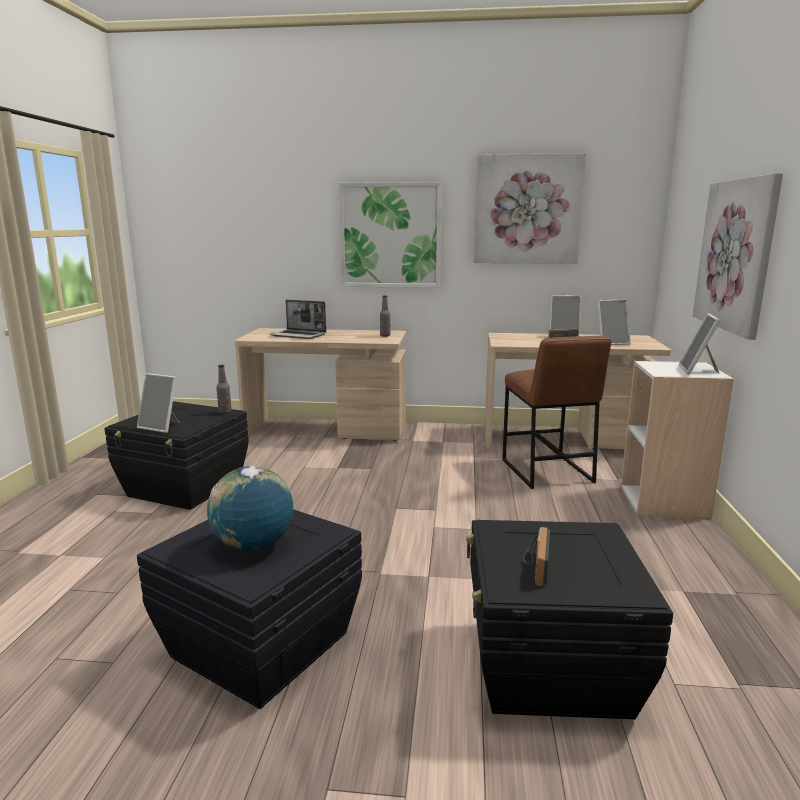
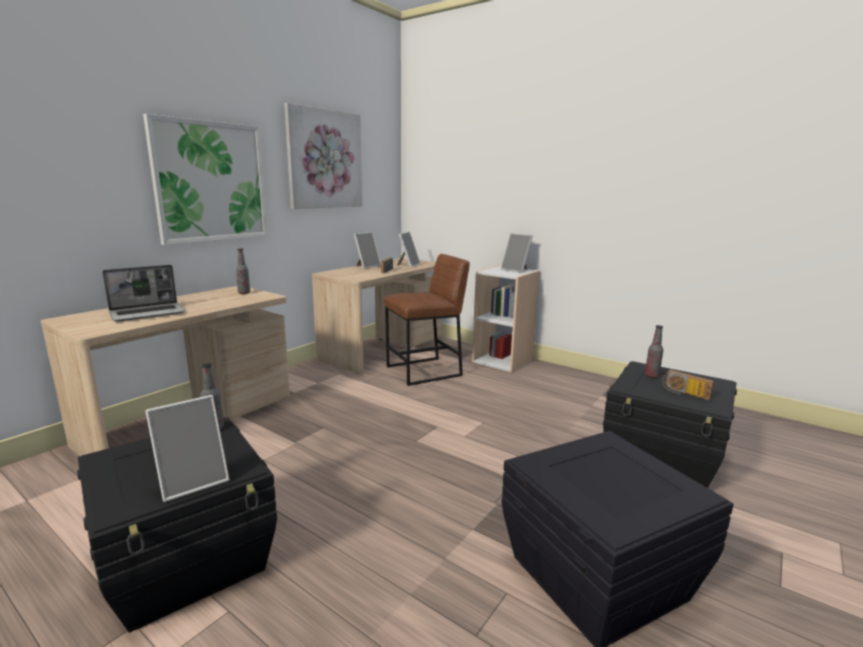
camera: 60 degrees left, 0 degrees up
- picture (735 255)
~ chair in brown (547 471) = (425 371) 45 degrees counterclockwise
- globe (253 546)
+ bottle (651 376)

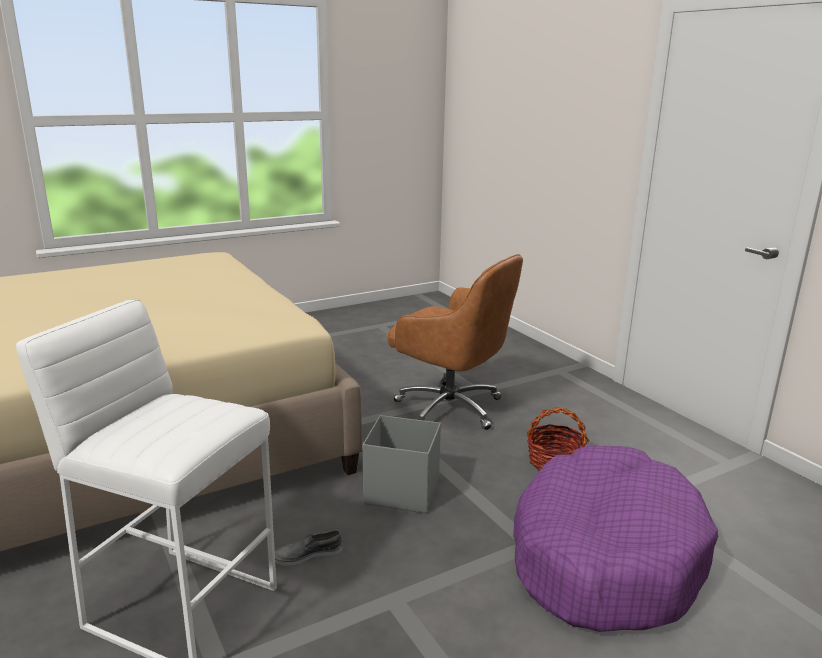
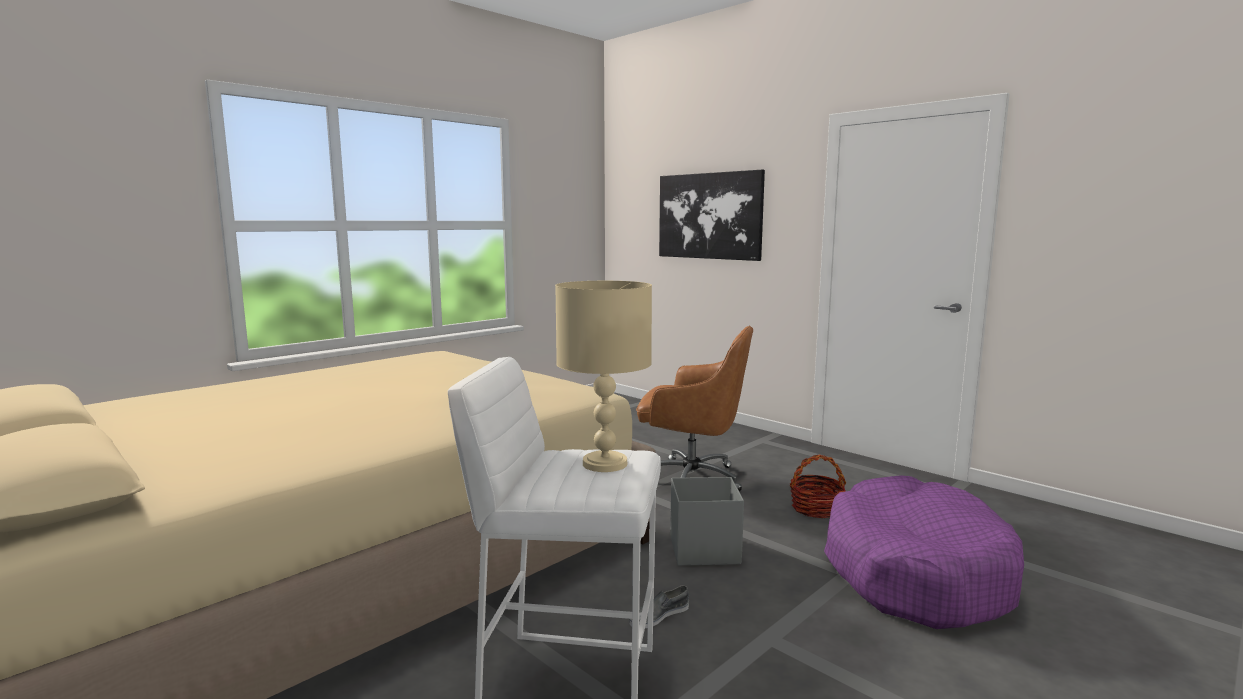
camera: 15 degrees left, 10 degrees down
+ picture (709 216)
+ table lamp in beige (604 464)

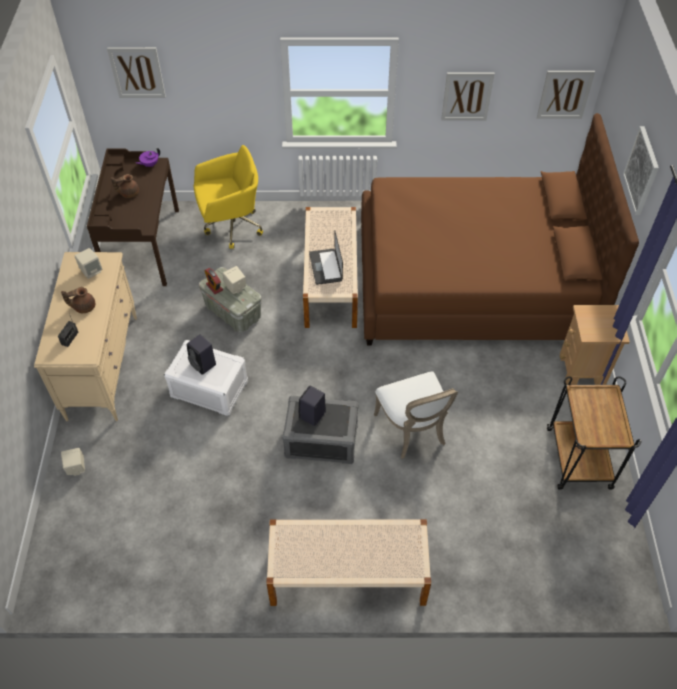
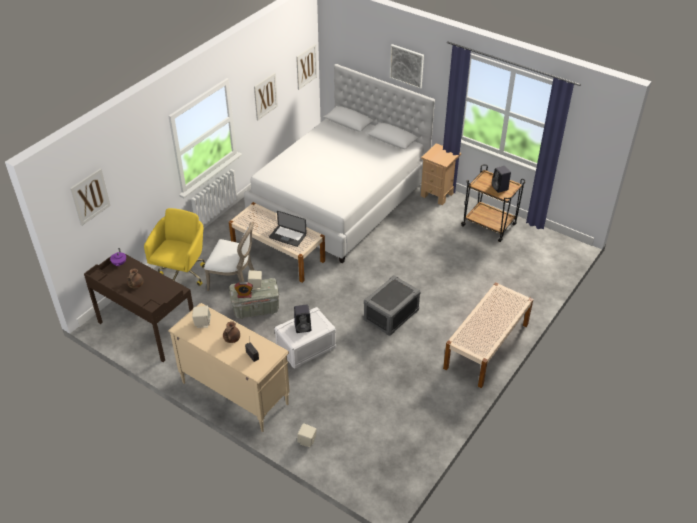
camera: 55 degrees left, 10 degrees down
~ bed in brown (473 281) to bed in white (340 199)
~ chair in white (413 430) to (234 280)
~ speaker in black (312 415) to (500 188)

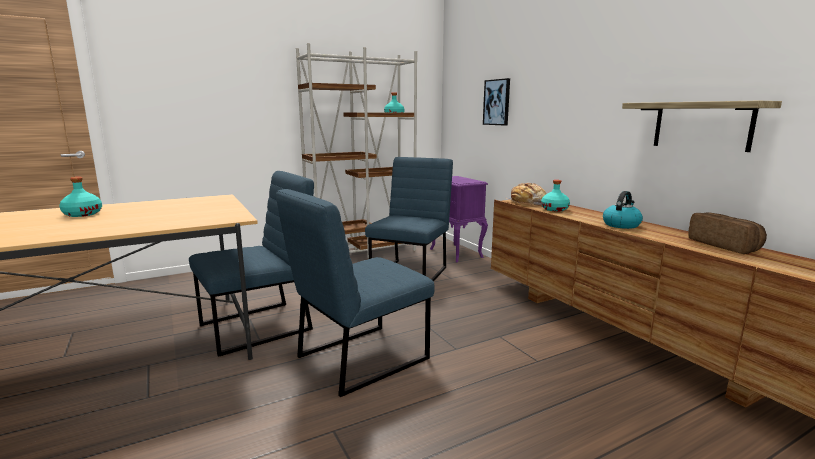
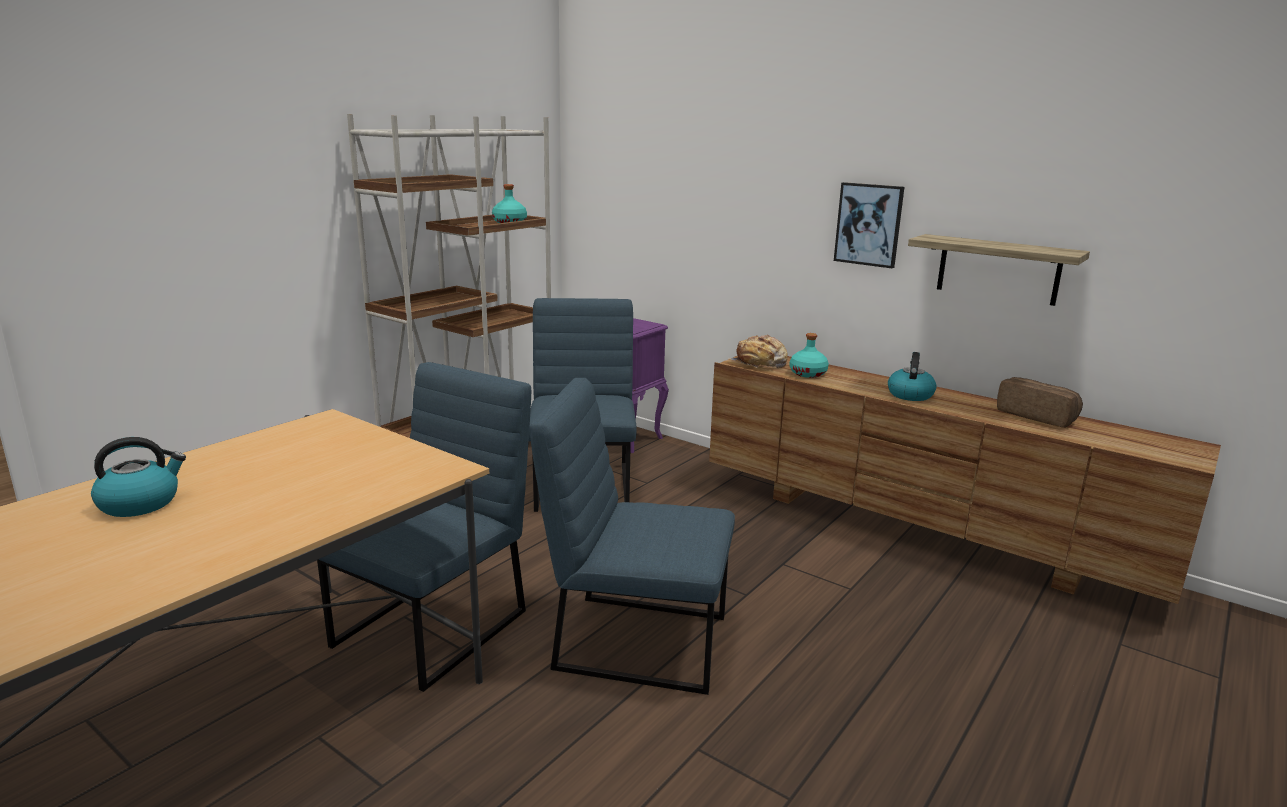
camera: 25 degrees left, 5 degrees up
~ picture (497 102) to (869 224)
~ bottle in turquoise (82 214) to kettle (140 503)
~ chair in blue (359 358) = (636 640) 75 degrees clockwise

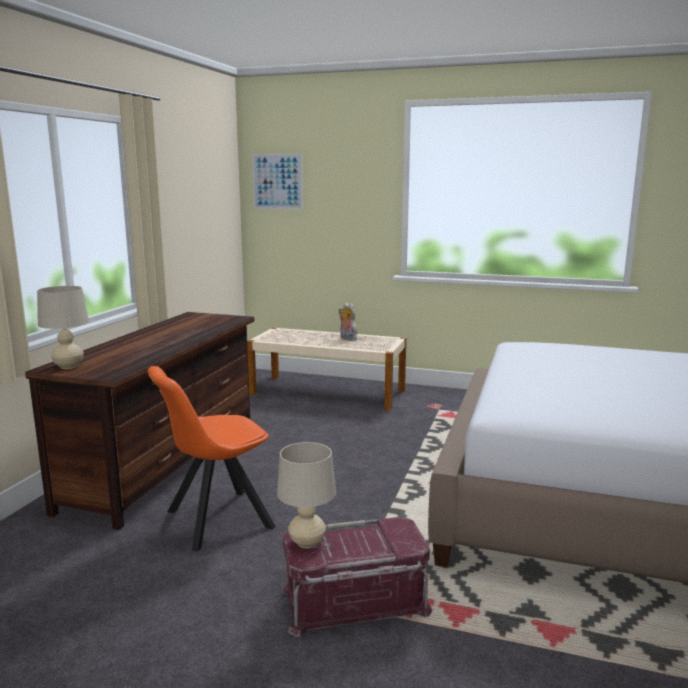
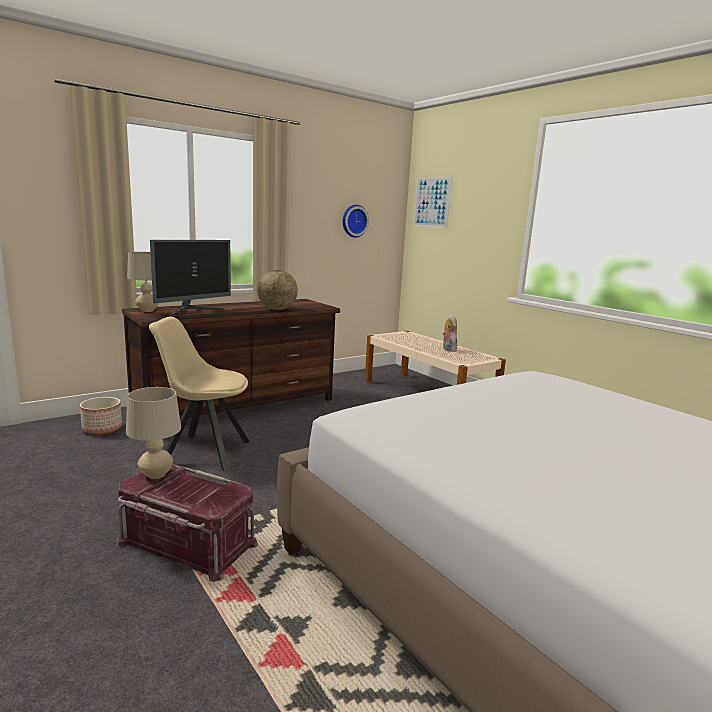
camera: 35 degrees right, 0 degrees up
~ chair in orange (216 520) to chair in beige (204 452)
+ wall clock (354 221)
+ monitor (192 311)
+ globe (277 309)
+ planter (102 428)

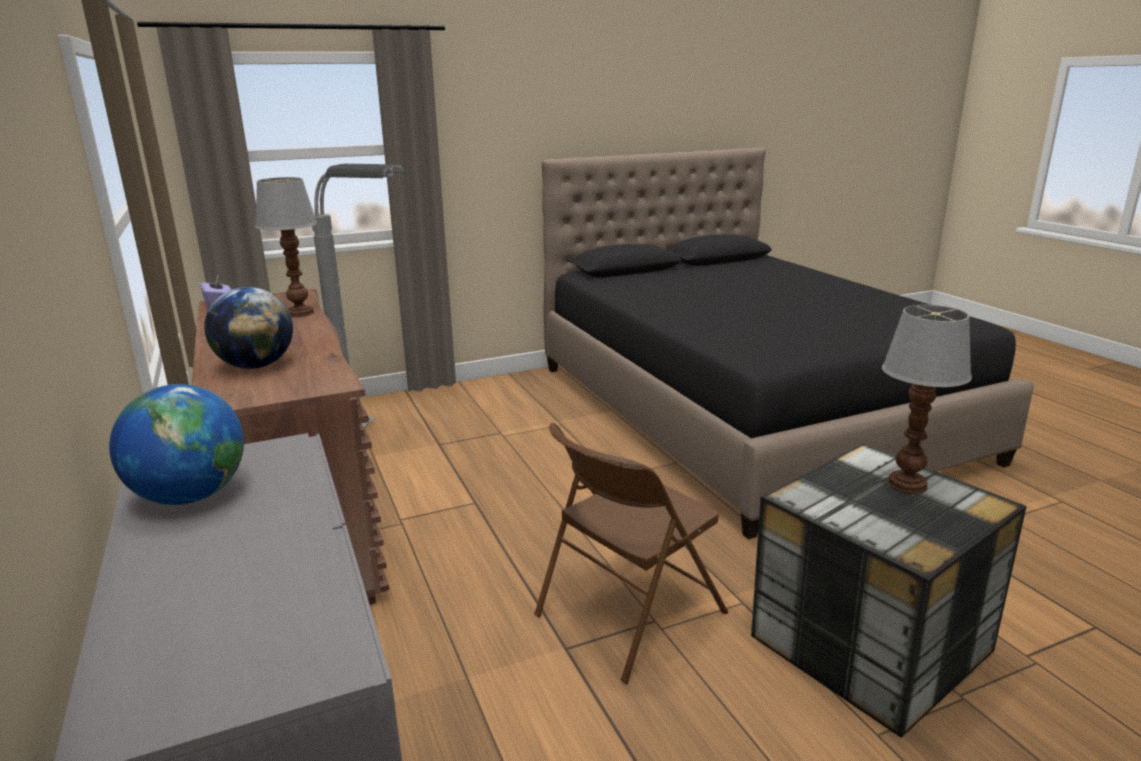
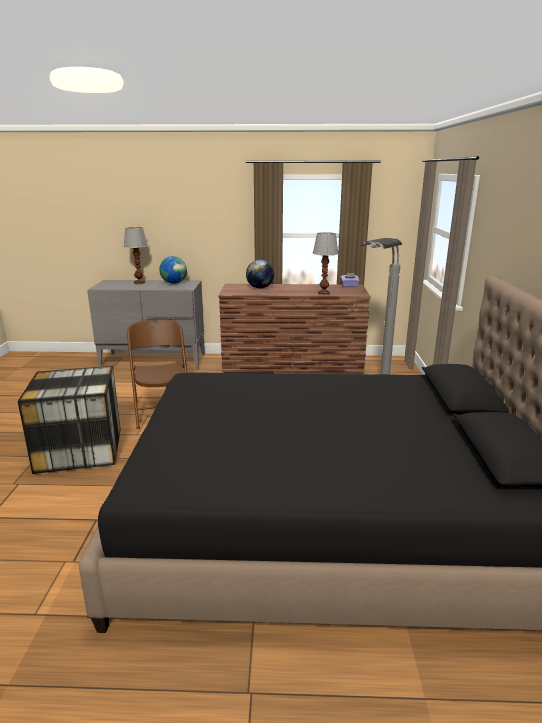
camera: 115 degrees right, 0 degrees up
~ table lamp (907 485) to (139 282)

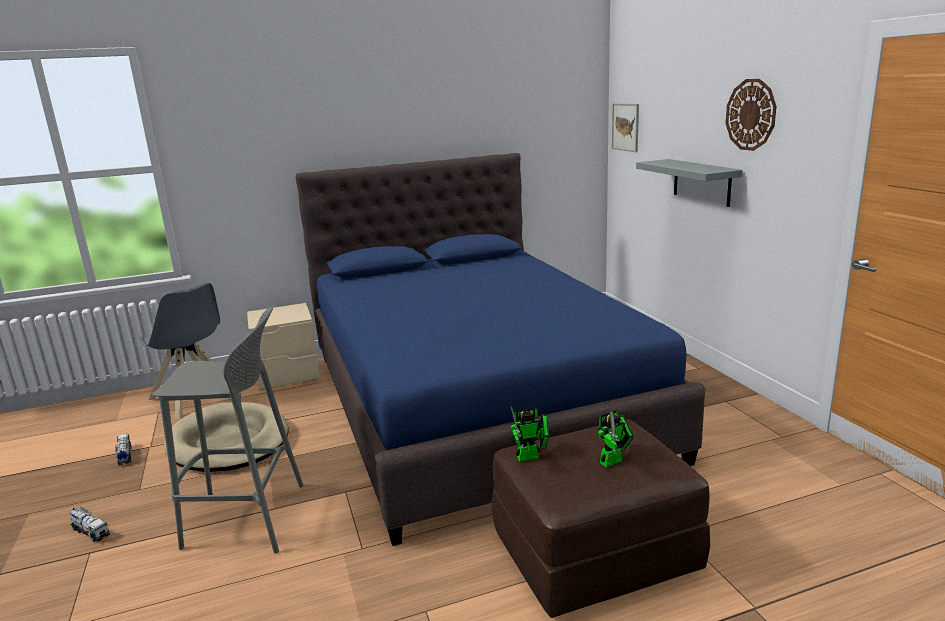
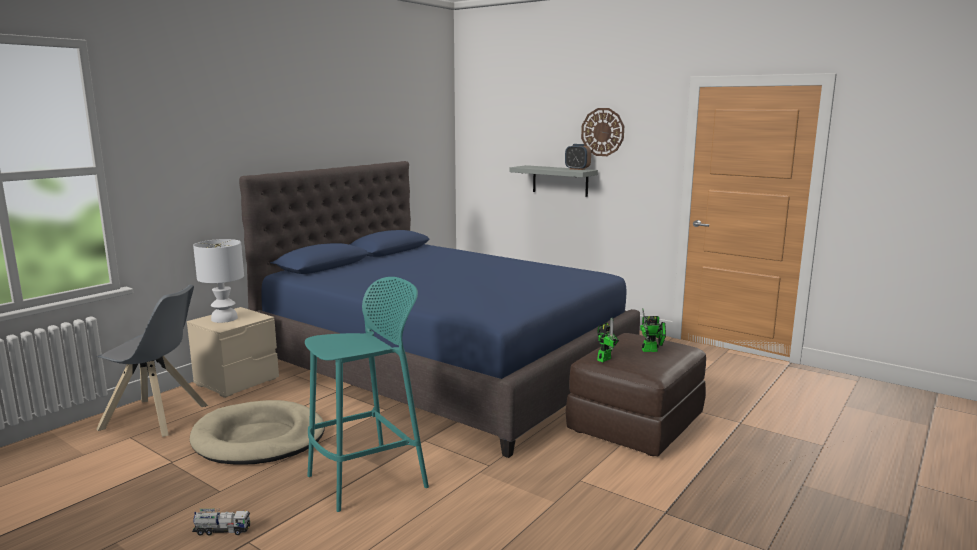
camera: 35 degrees left, 5 degrees down
- picture (625 127)
~ stool in grey (247 519) to stool in turquoise (368 478)
~ toy robot (614 460) = (652 350) 60 degrees clockwise
- toy truck (125 456)
+ alarm clock (577 169)
+ table lamp in white (225 318)

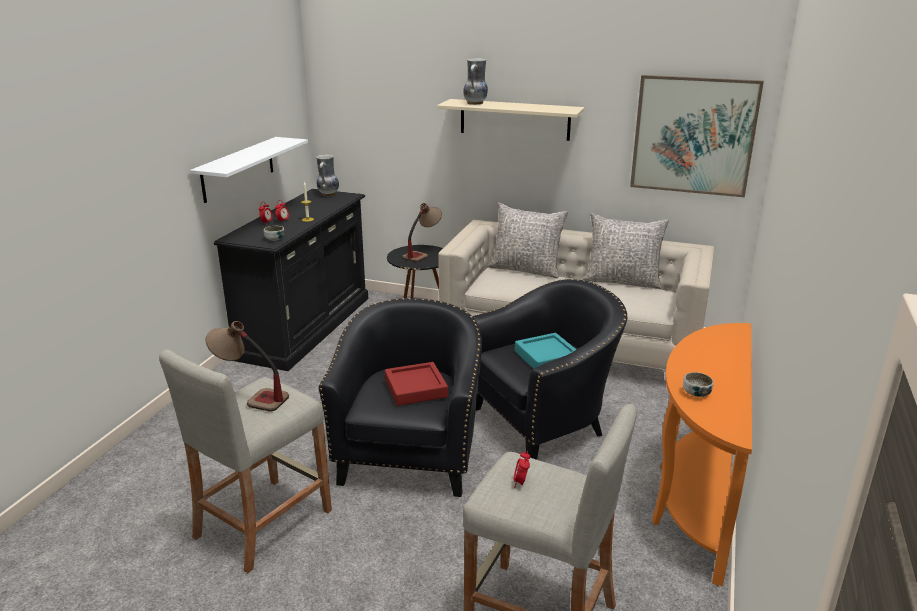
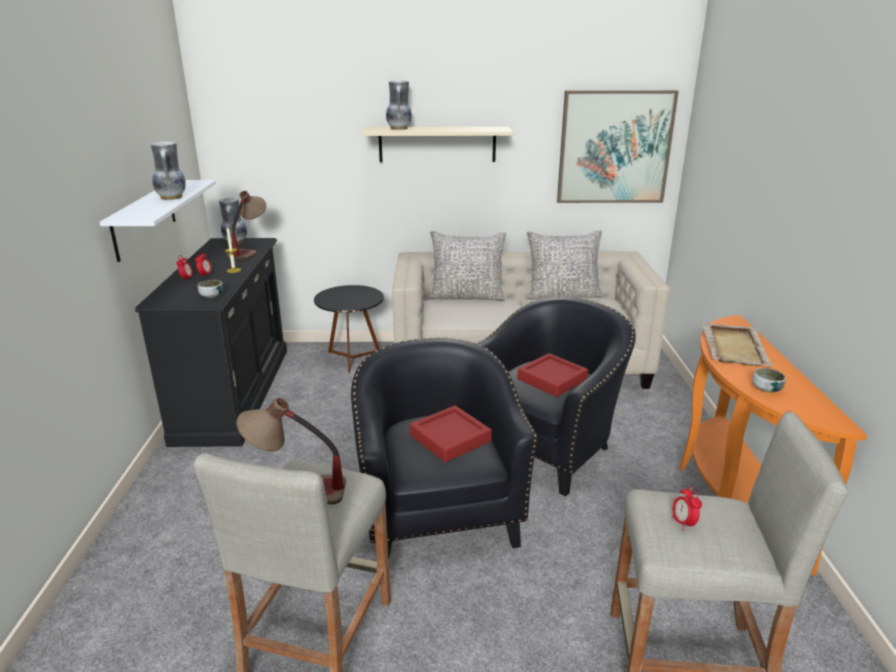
camera: 20 degrees left, 0 degrees up
~ table lamp (422 254) to (249 251)
~ tray in turquoise (546 357) to tray in red (552 379)
+ vase (172 198)
+ tray in beige (734 346)

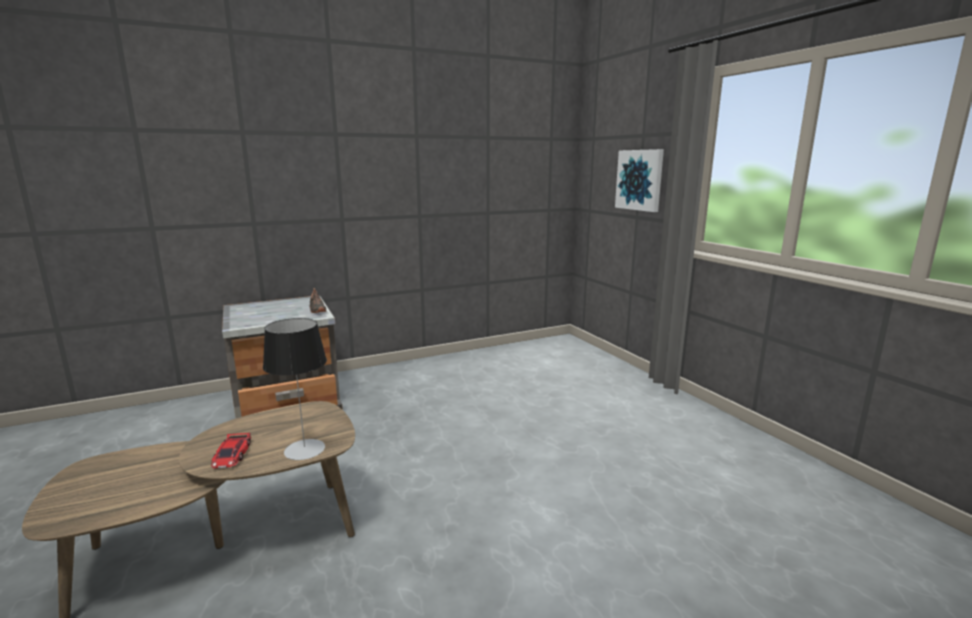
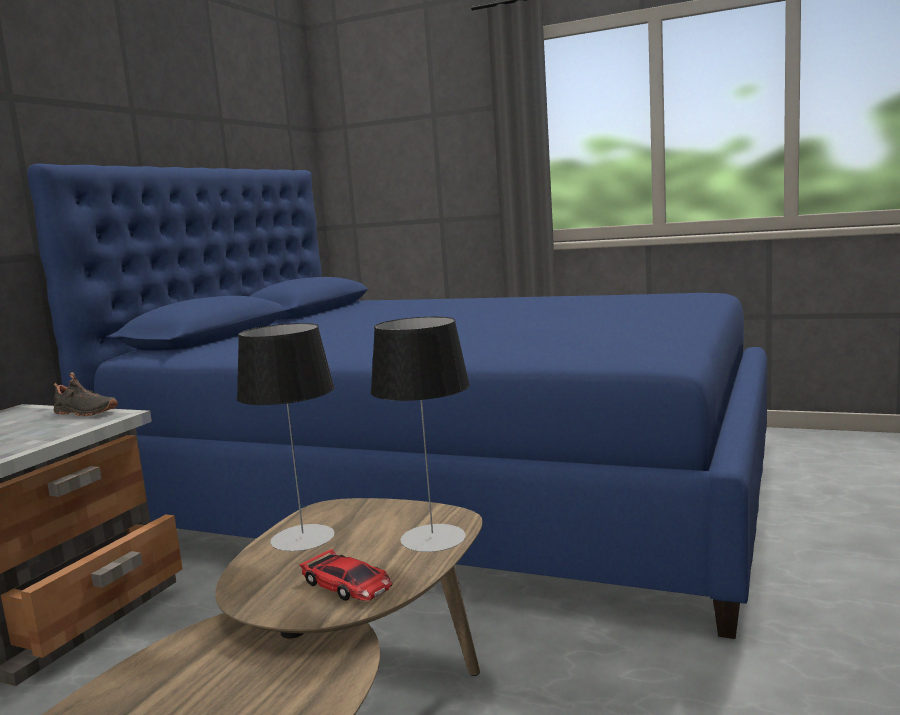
camera: 40 degrees left, 5 degrees down
- picture (639 180)
+ bed in blue (452 491)
+ table lamp (303 538)

